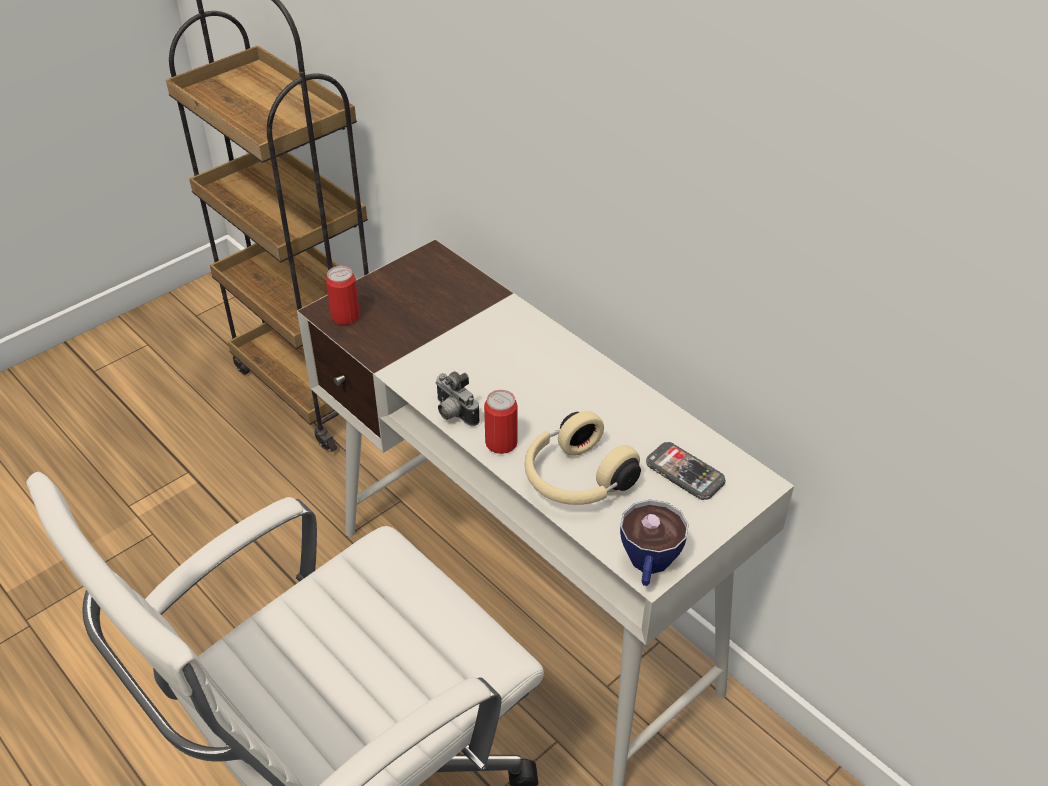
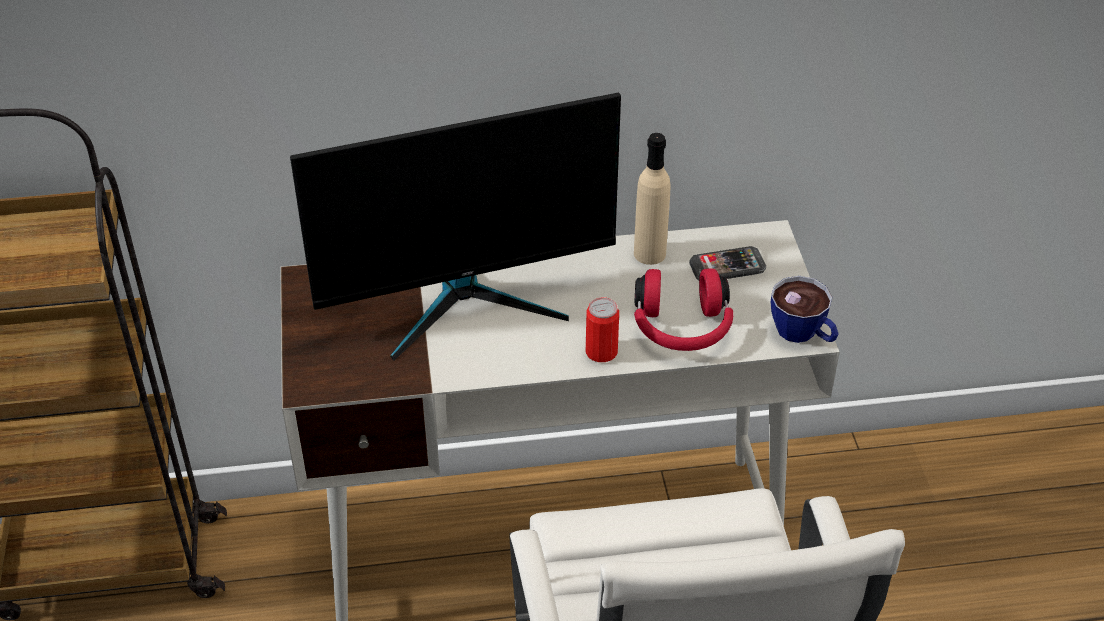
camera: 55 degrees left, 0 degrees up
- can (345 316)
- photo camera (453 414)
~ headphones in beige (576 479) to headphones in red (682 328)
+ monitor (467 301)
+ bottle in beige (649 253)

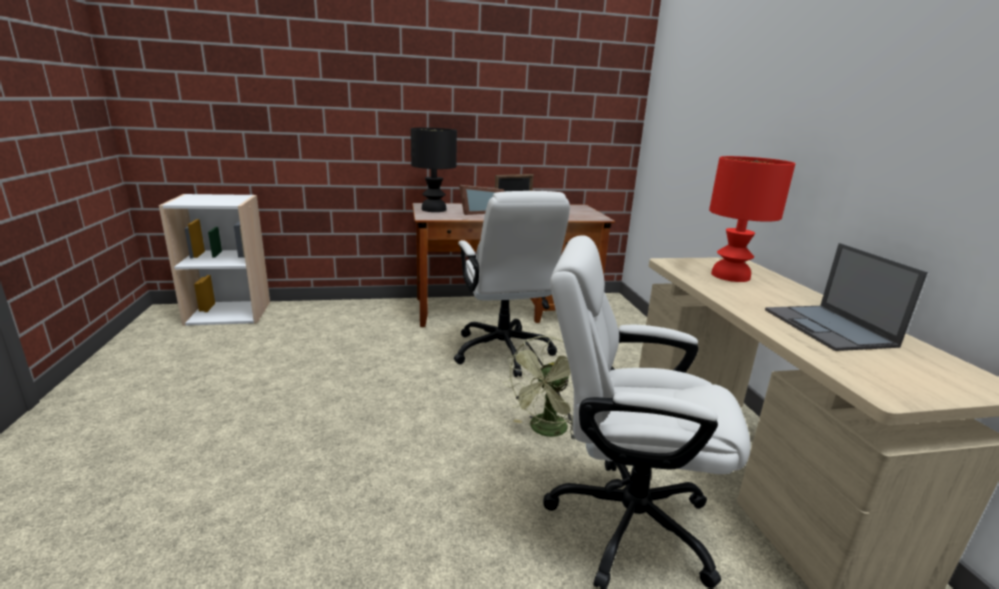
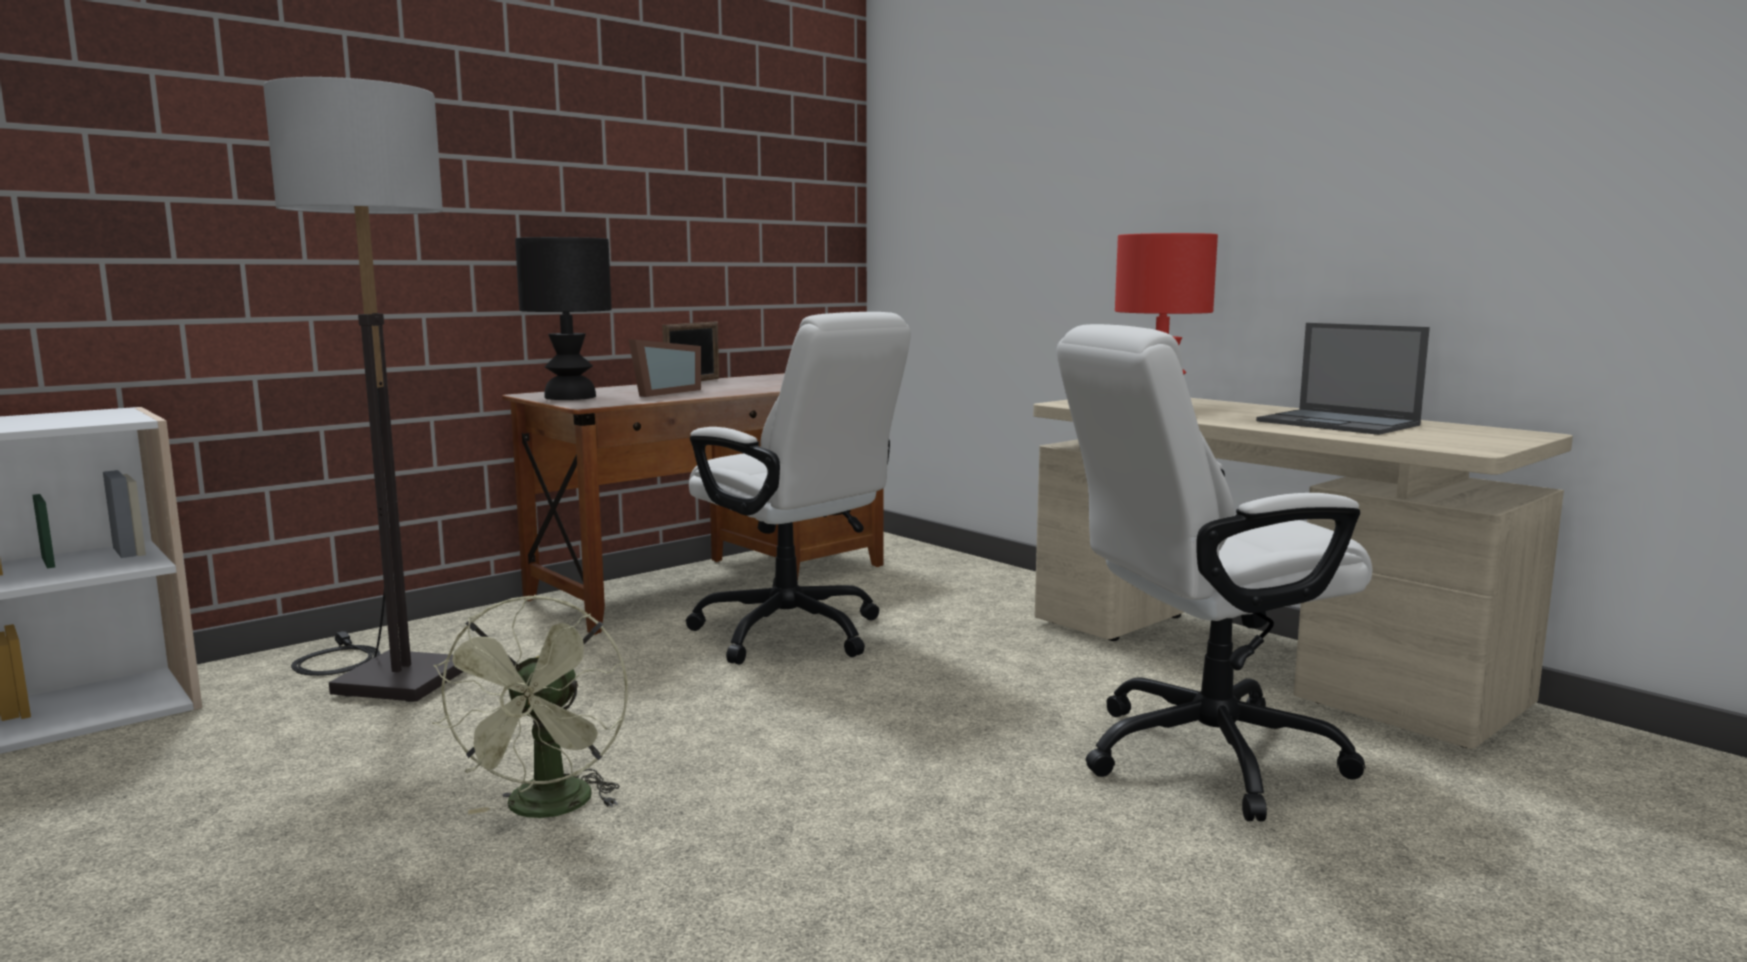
camera: 30 degrees left, 10 degrees down
~ fan in green (545 431) to (547 810)
+ floor lamp (383 676)

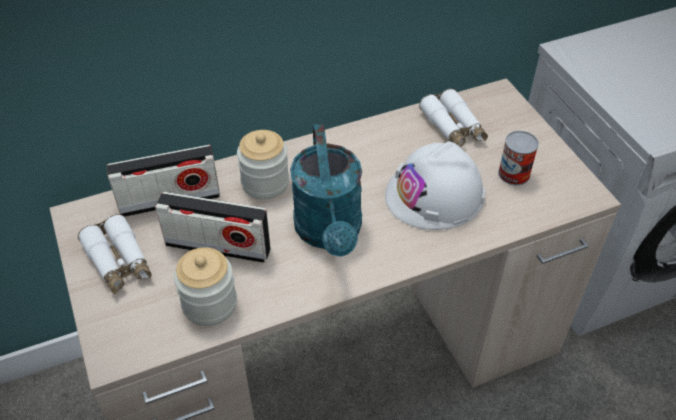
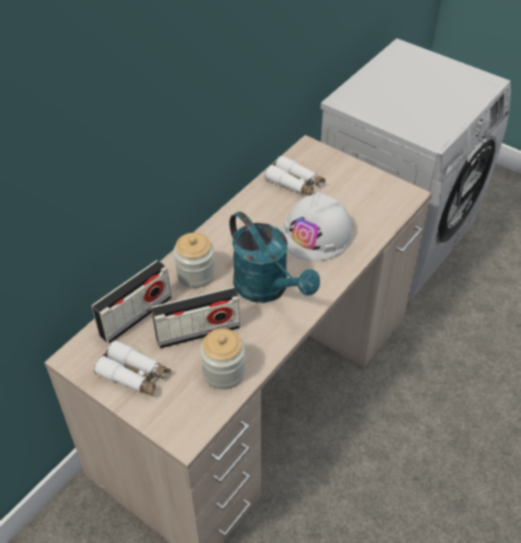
camera: 30 degrees left, 0 degrees up
- can (514 174)

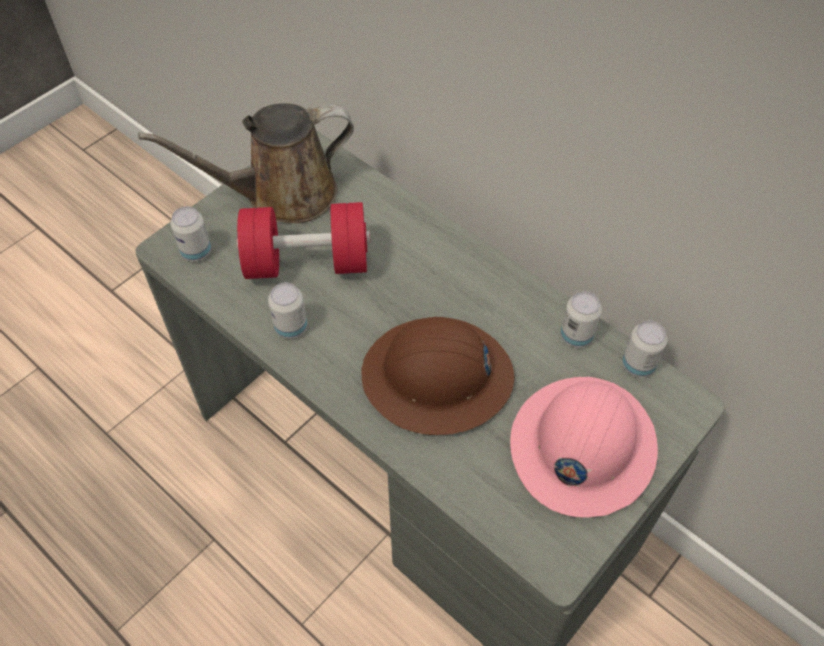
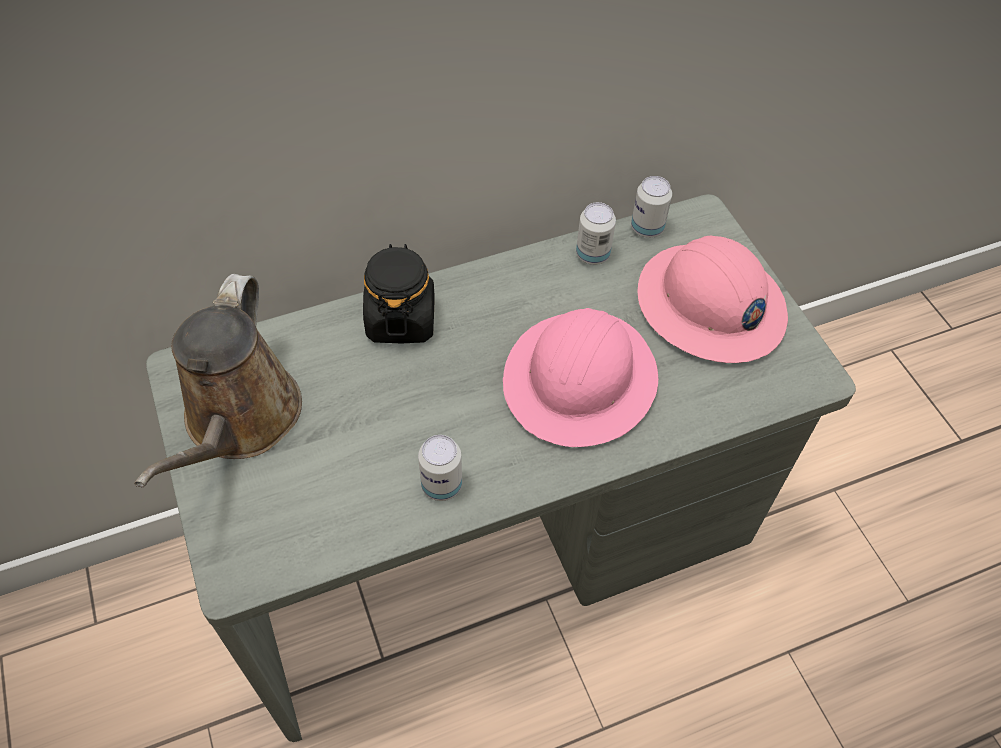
camera: 65 degrees left, 0 degrees up
- dumbbell in red (307 262)
- can (196 252)
~ hard hat in brown (437 378) to hard hat in pink (581 380)
+ jar in black (401 319)

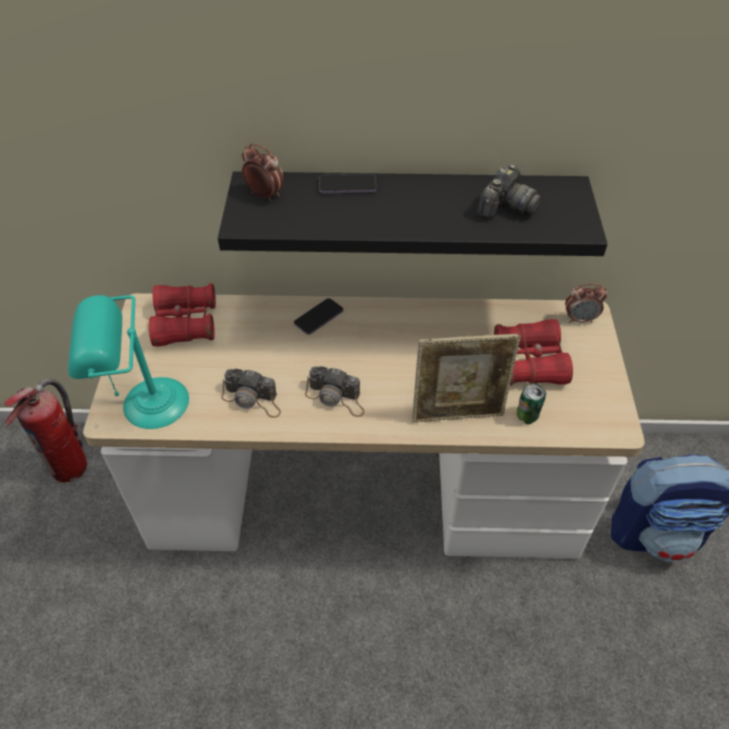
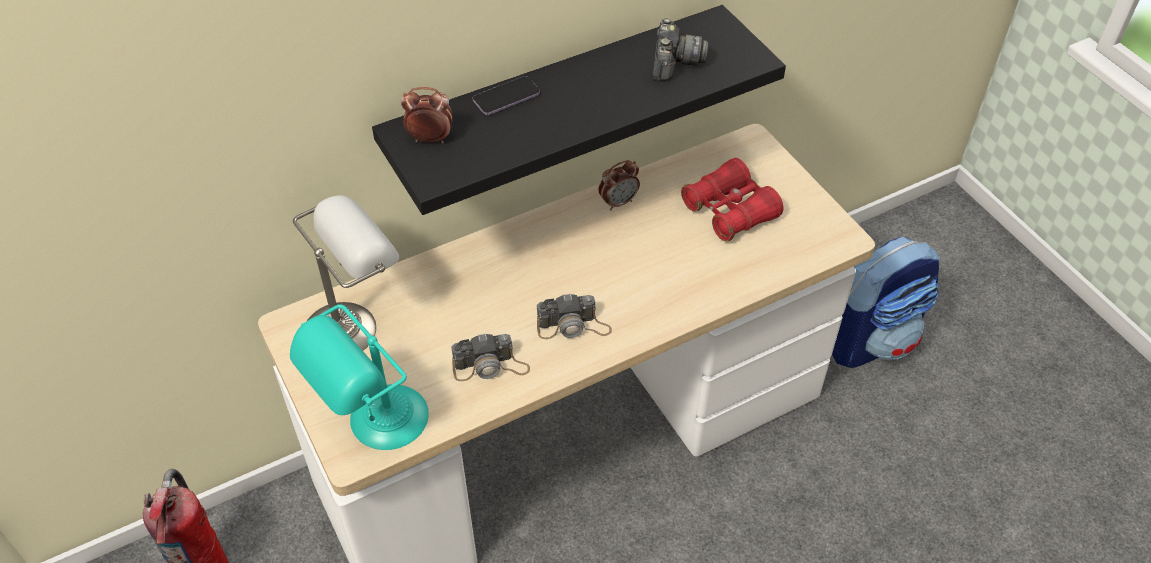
camera: 30 degrees left, 0 degrees up
~ binoculars in red (185 323) to table lamp in white (352 322)
~ alarm clock (580 319) to (618 202)
- phone (318 317)
- picture frame (458 414)
- can (526 417)

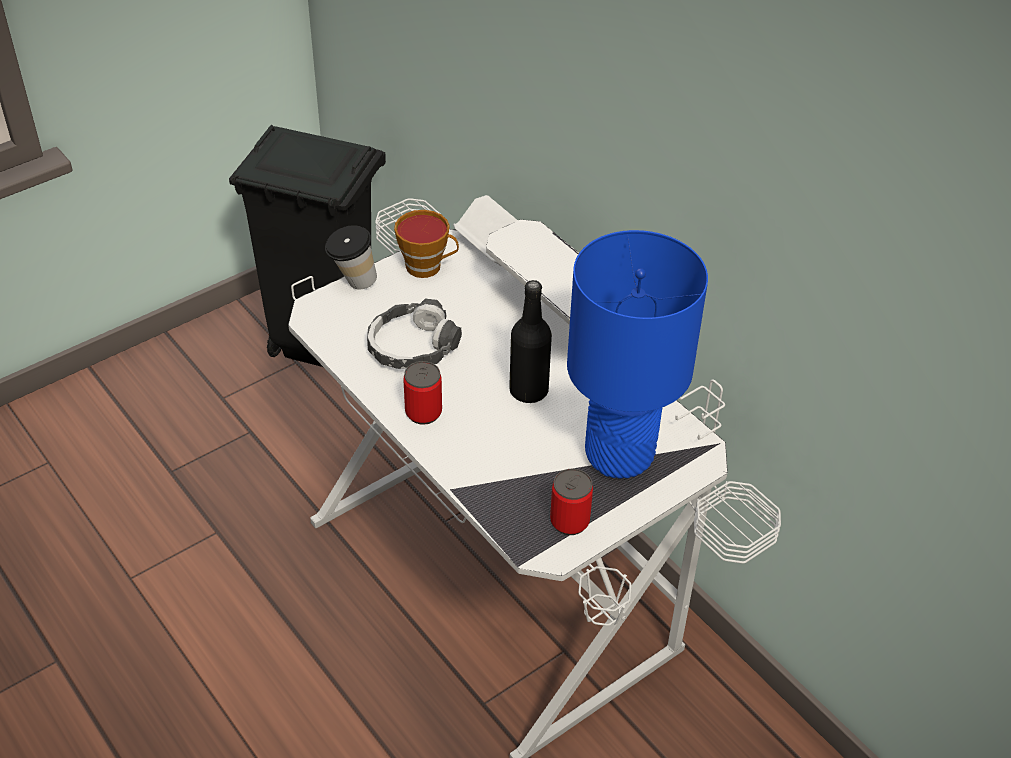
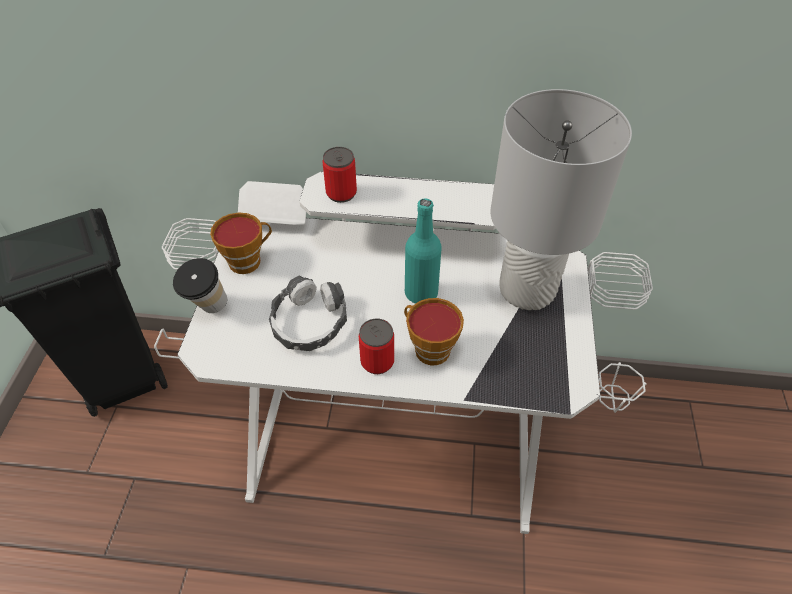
camera: 45 degrees left, 5 degrees up
~ table lamp in blue (619 458) to table lamp in grey (526 293)
~ bottle in black (528 391) to bottle in turquoise (421 293)
~ can (569 521) to (341 193)
+ cup (428 348)

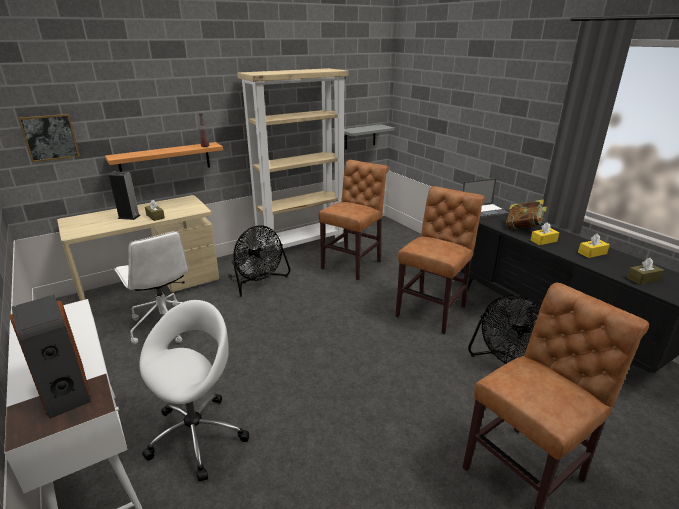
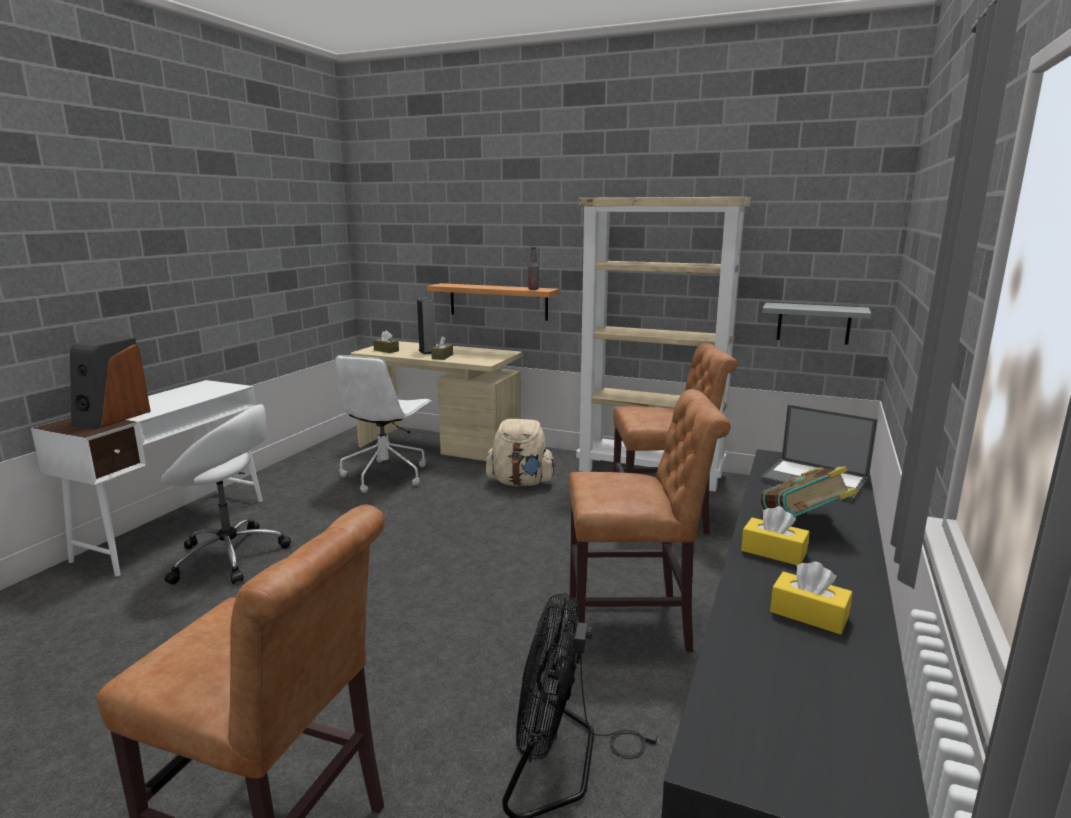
camera: 55 degrees right, 10 degrees down
- picture (50 137)
~ fan in black (256 282) to backpack in beige (520 482)
~ tissue box in brown (643 279) to (386 350)

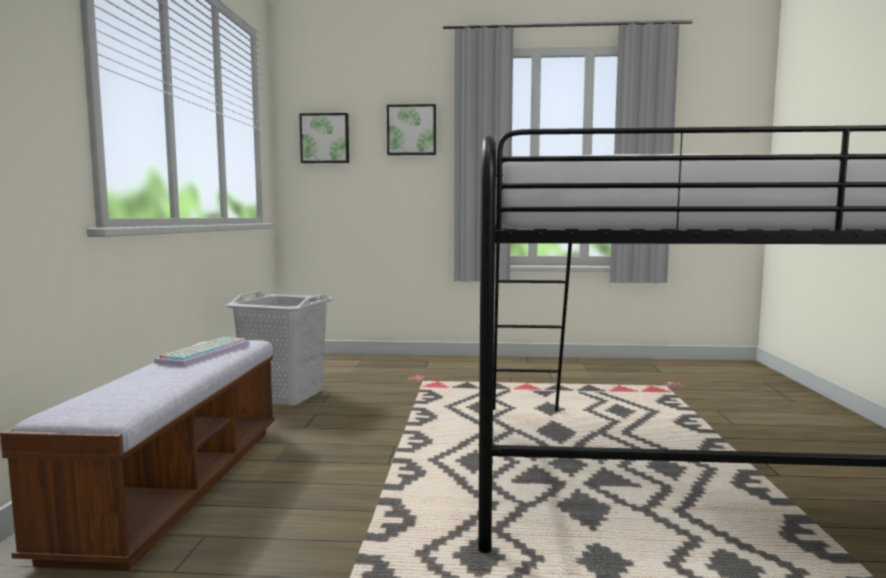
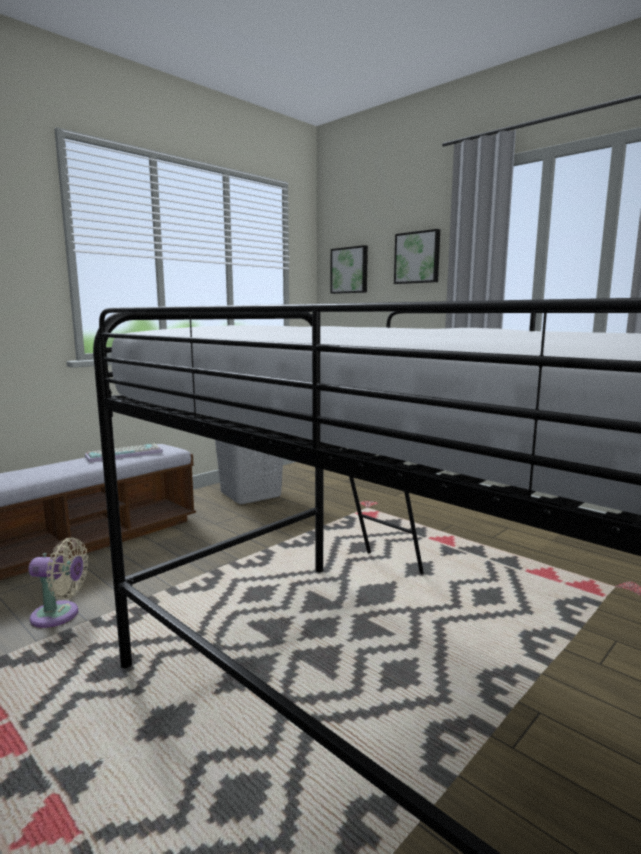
camera: 40 degrees right, 5 degrees up
+ fan in beige (59 615)

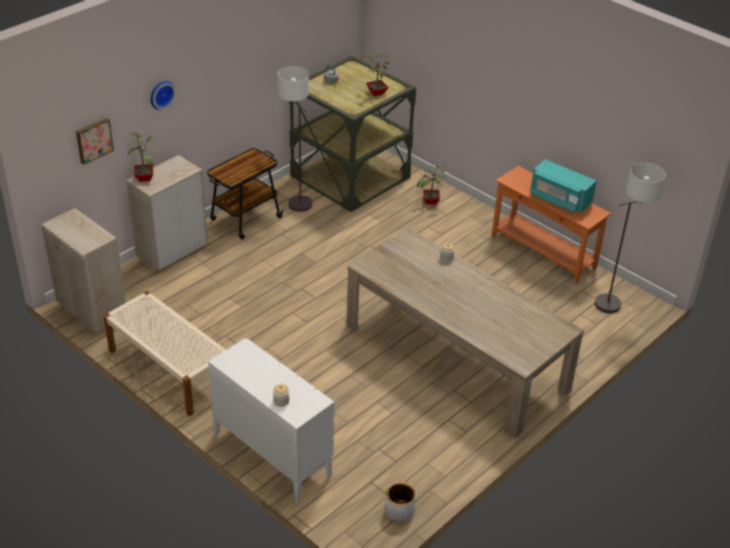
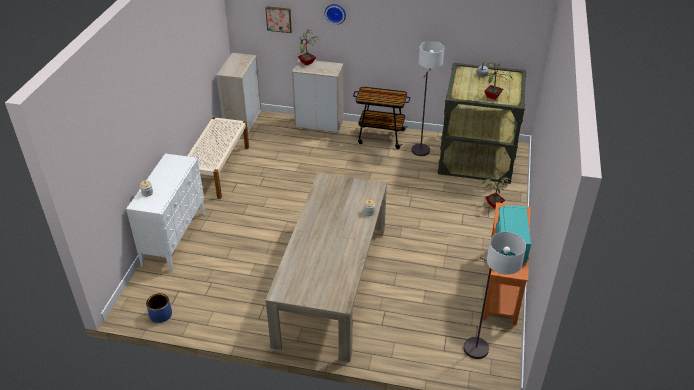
camera: 60 degrees right, 0 degrees up
~ planter in white (399 511) to planter in blue (160 314)

